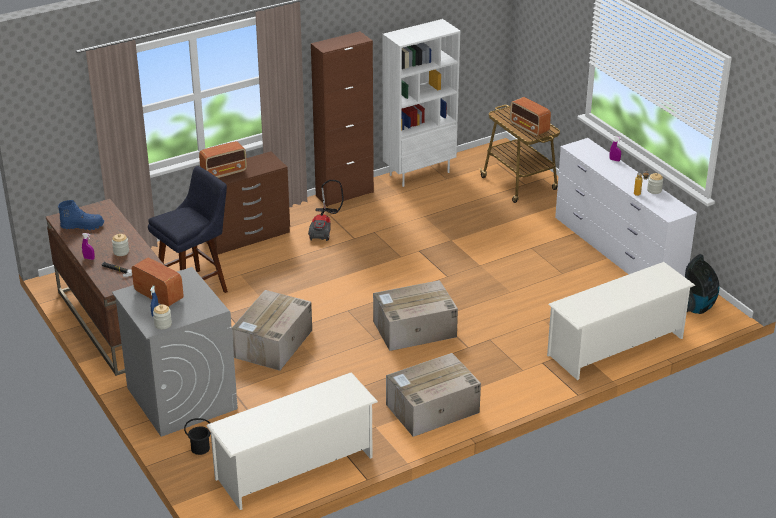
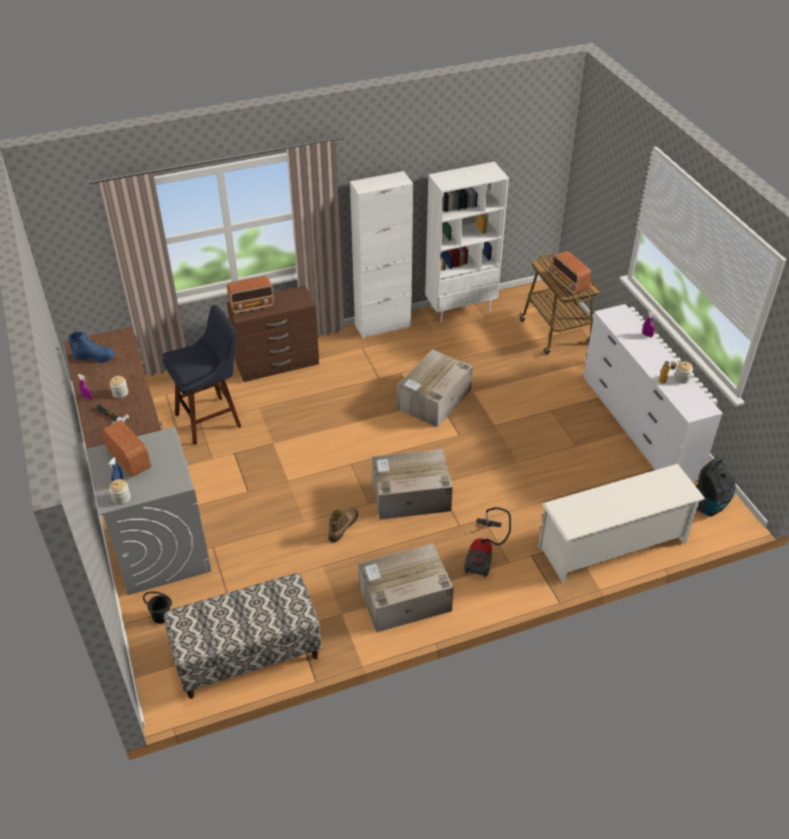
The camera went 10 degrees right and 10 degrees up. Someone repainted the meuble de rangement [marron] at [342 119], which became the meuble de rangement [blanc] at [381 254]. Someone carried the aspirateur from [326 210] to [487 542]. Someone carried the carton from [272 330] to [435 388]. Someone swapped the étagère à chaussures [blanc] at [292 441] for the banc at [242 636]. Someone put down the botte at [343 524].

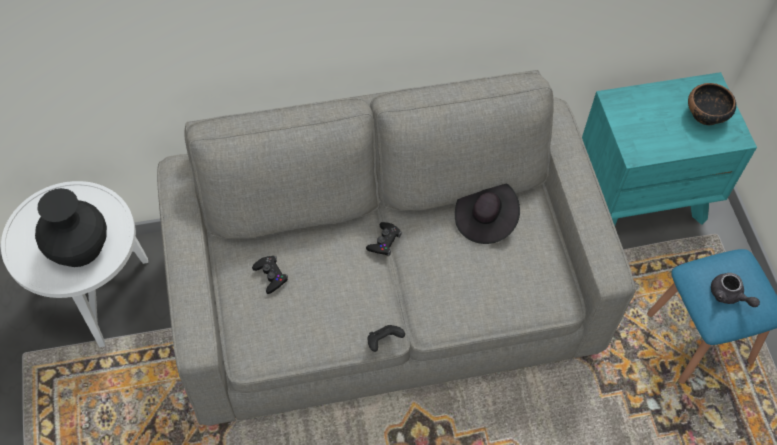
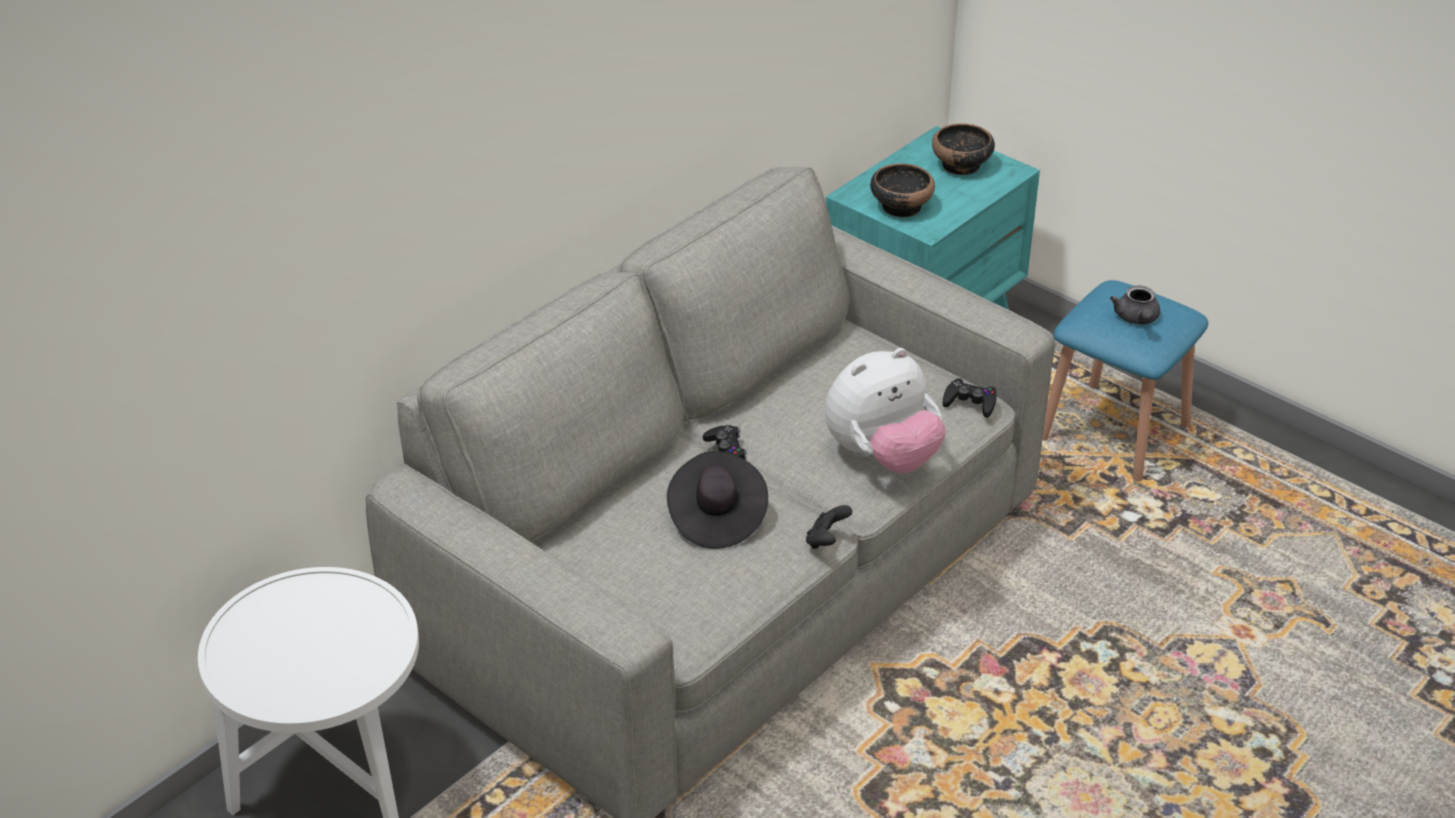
The camera went 35 degrees left and 20 degrees down. Someone carried the chapeau [noir] from [487 213] to [717 500]. Someone took away the vase [noir] at [71 227]. Someone carried the manette [noir] from [270 275] to [970 398]. Someone rotated the théière [gris] at [735 290] by 75 degrees clockwise. Someone put down the bol at [902 190]. Someone put down the peluche at [885 410].

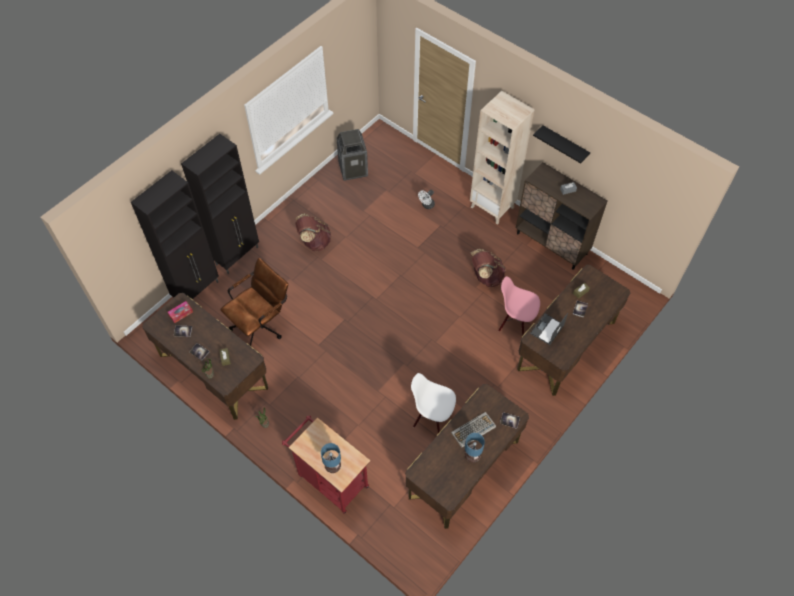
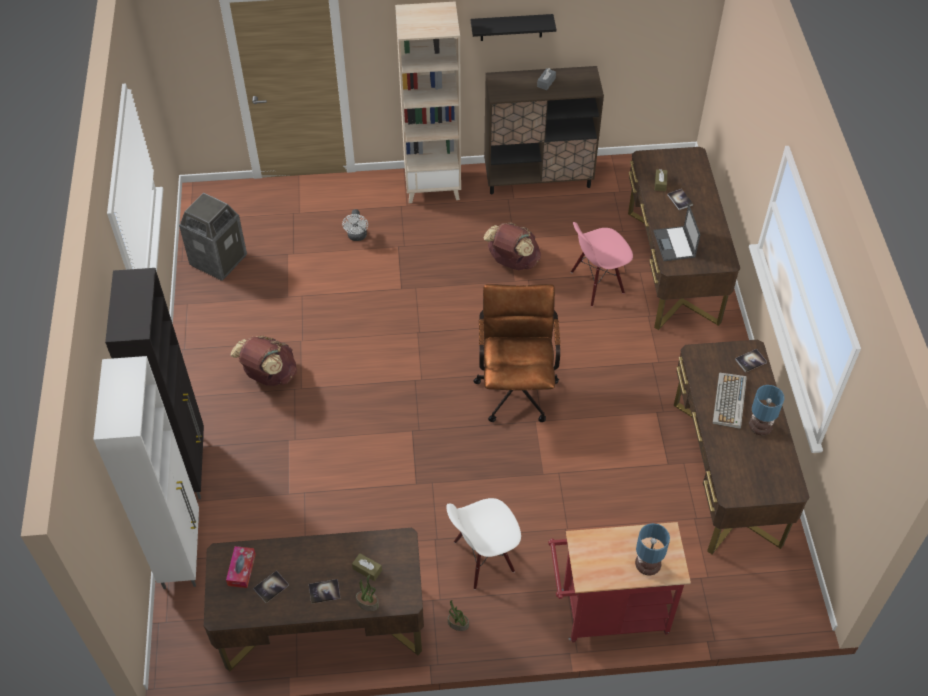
The camera went 45 degrees left and 5 degrees down. Someone repainted the meuble de rangement [noir] at [175 234], which became the meuble de rangement [blanc] at [146 472]. Someone carried the chaise de bureau [marron] from [254 302] to [516 353]. Someone carried the chaise [blanc] from [433 403] to [483 543].

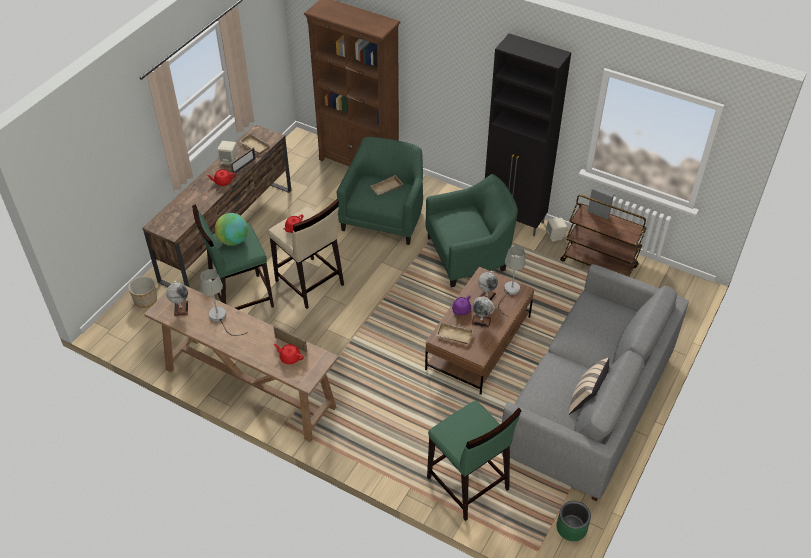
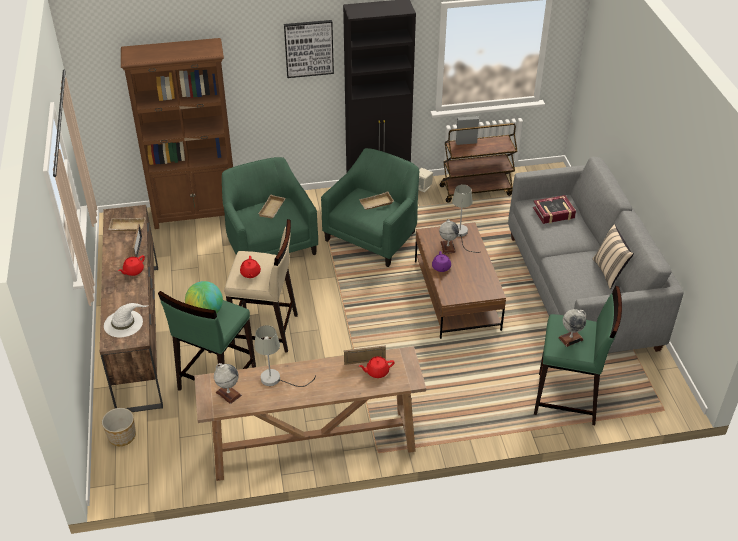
The camera went 40 degrees left and 5 degrees down. Someone took away the enceinte [beige] at [227 153]. Someone carried the globe from [483 311] to [572 328]. Someone carried the plateau [beige] from [454 333] to [376 200]. Someone took away the cache-pot [vert] at [574 521]. Someone put up the tableau at [309 49]. Someone put down the livre at [554 209]. Someone put down the chapeau [blanc] at [126 320].

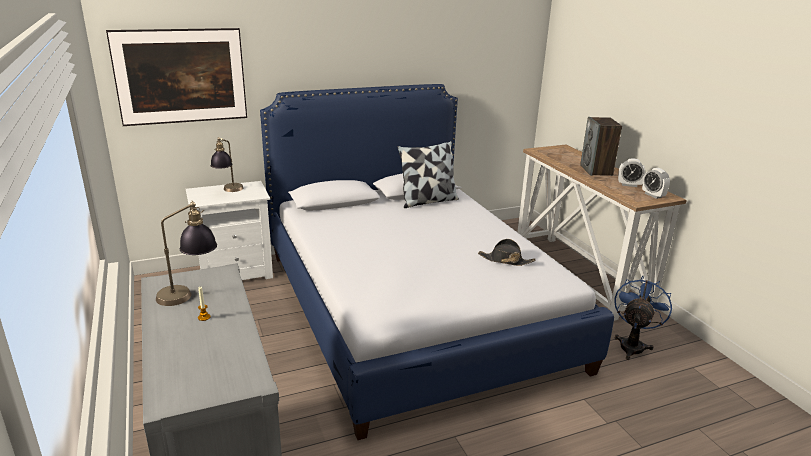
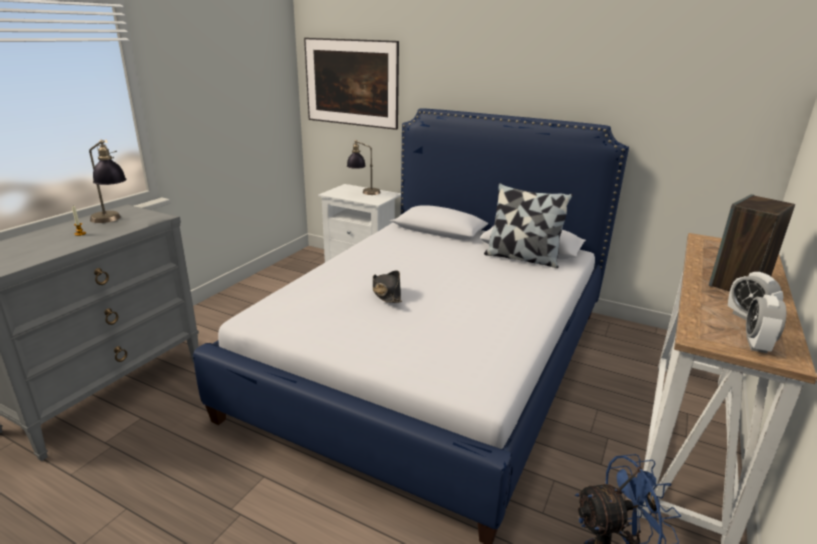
The camera went 50 degrees right and 0 degrees up. Someone carried the chapeau [noir] from [506 252] to [387 286].

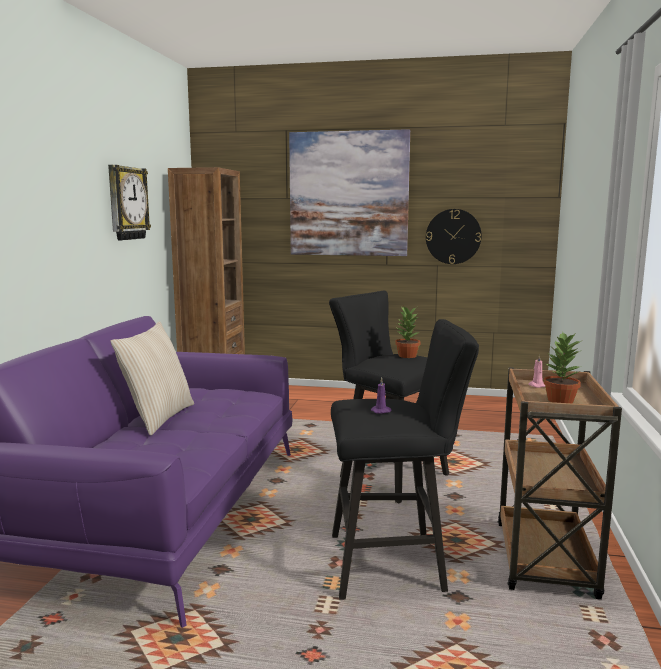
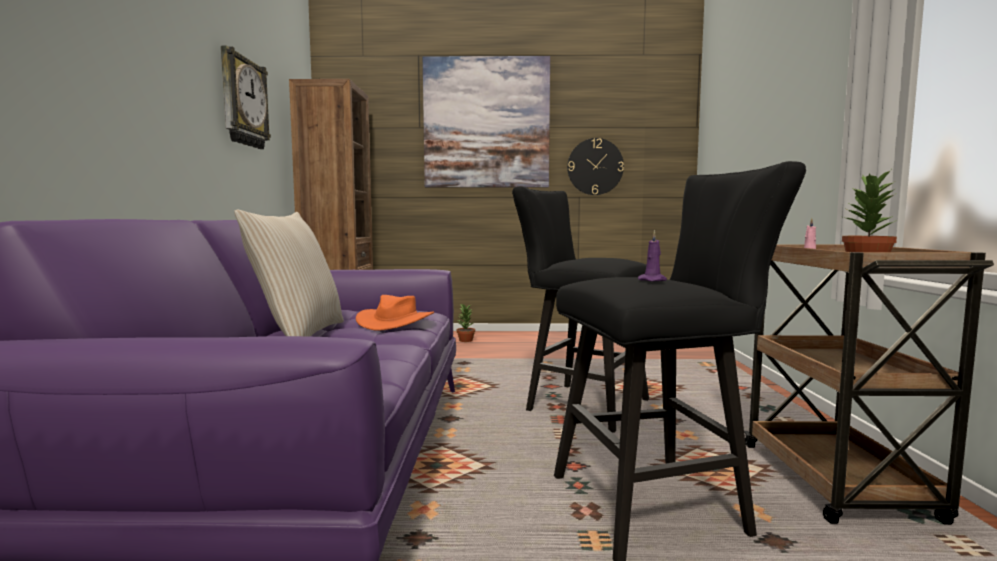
The camera went 10 degrees left and 5 degrees down. Someone carried the plante en pot from [408 332] to [466 323]. Someone put down the chapeau [orange] at [395 313].

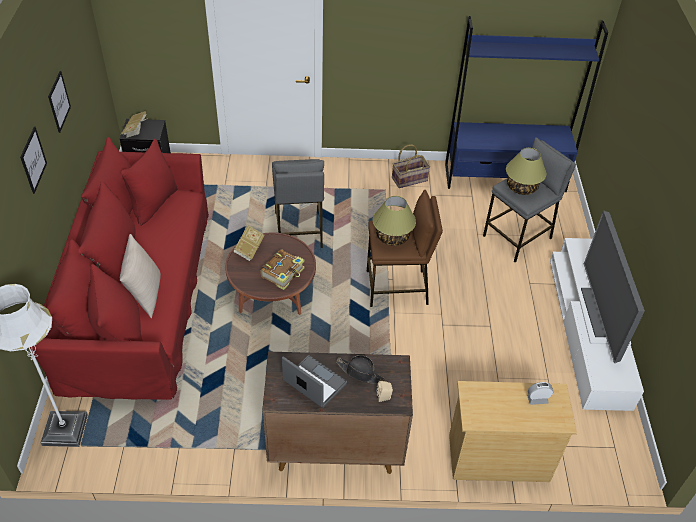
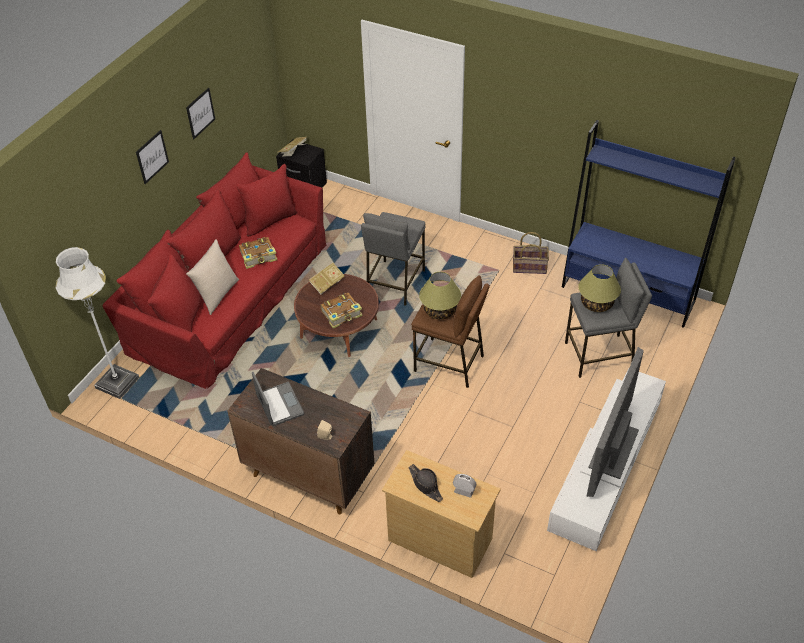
The camera went 30 degrees right and 0 degrees up. Someone carried the chapeau [noir] from [361 369] to [425 483]. Someone put down the livre at [258 253].

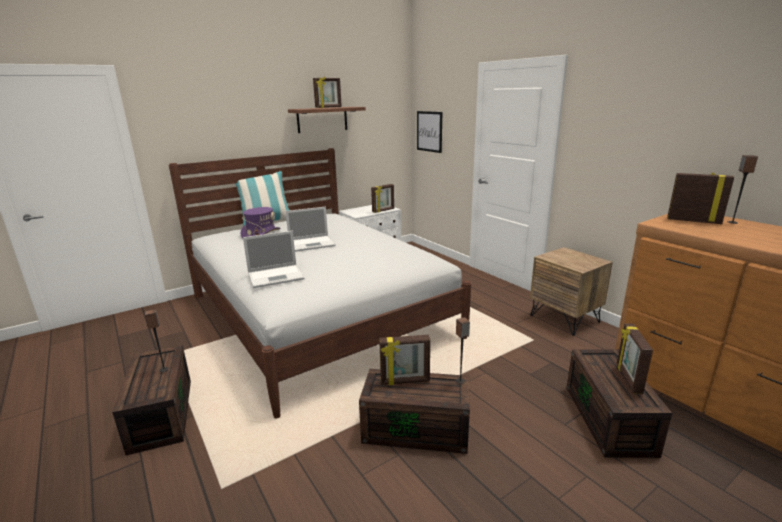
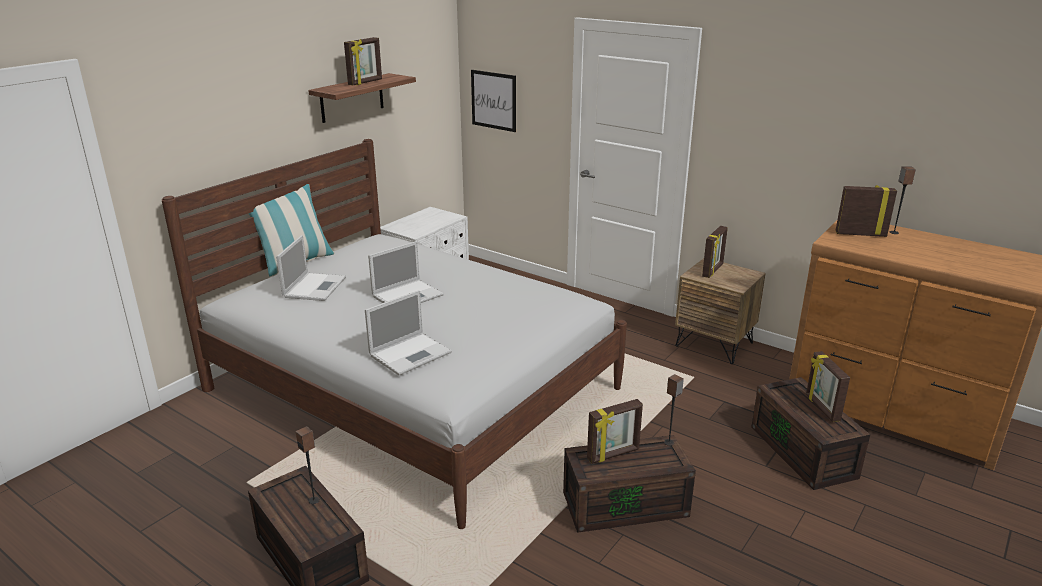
The camera went 20 degrees left and 5 degrees up. Someone carried the cadre photo from [382 198] to [715 252]. Someone swapped the chapeau [violet] at [260 222] for the ordinateur portable at [311 268].

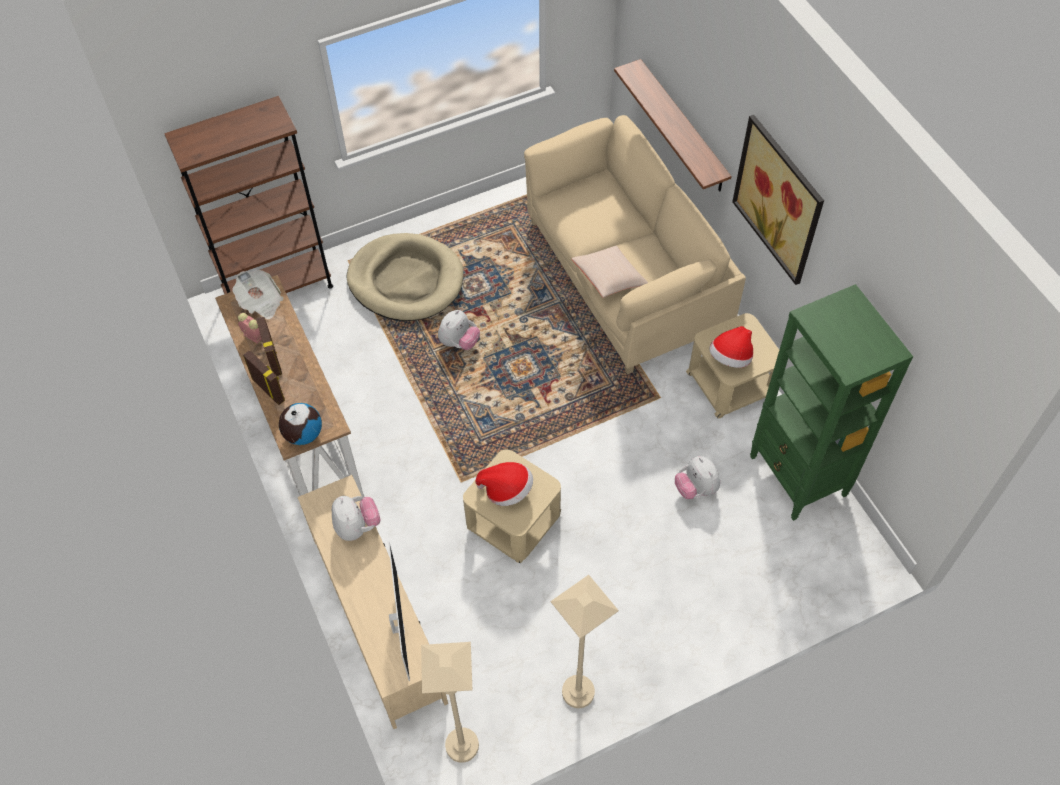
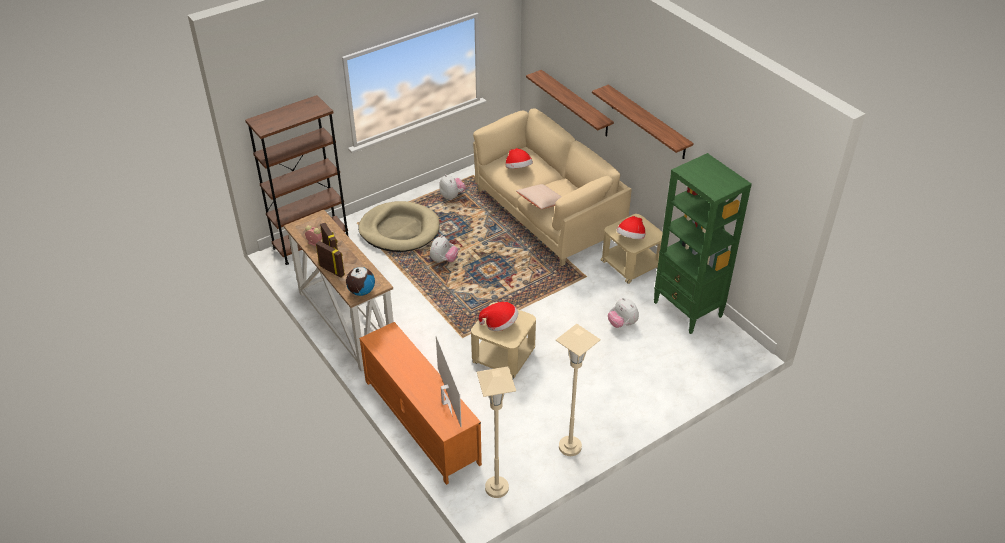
The camera went 10 degrees left and 15 degrees down. Someone swapped the tableau at [778 200] for the étagère at [643 121]. Someone took away the journal at [258 294]. Someone repainted the meuble télé [beige] at [372 602], which became the meuble télé [orange] at [420 403]. Someone carried the peluche from [356 518] to [452 187]. Someone put down the chapeau at [519 158].

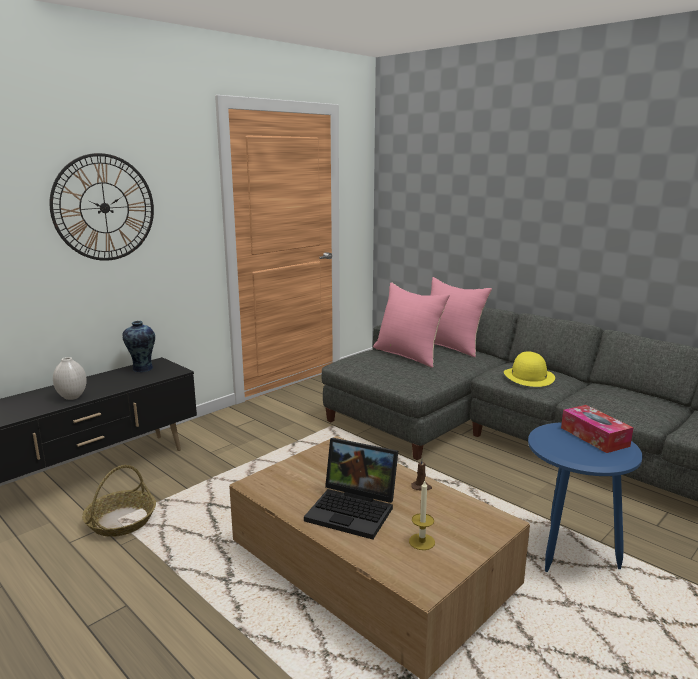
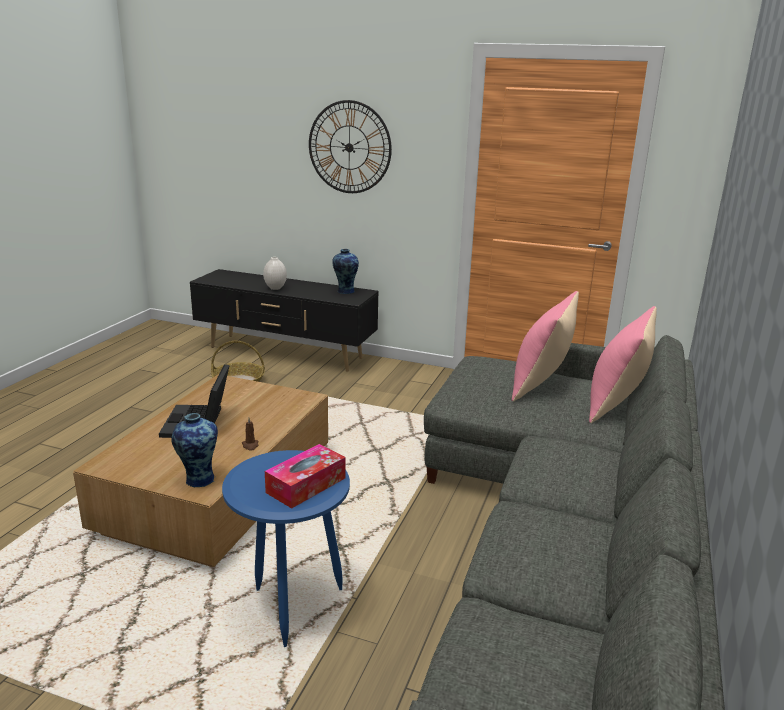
The camera went 65 degrees right and 5 degrees up. Someone took away the chapeau [jaune] at [529 369]. Someone took away the bougie at [422 515]. Someone put down the vase at [194 450].

